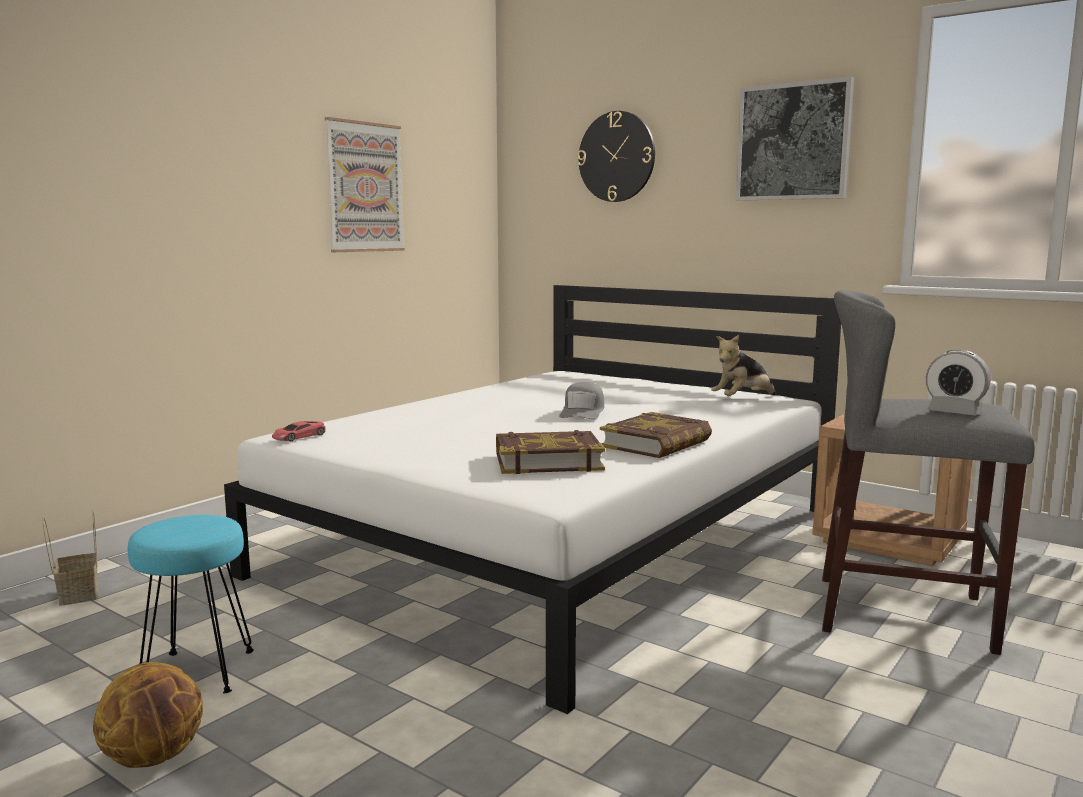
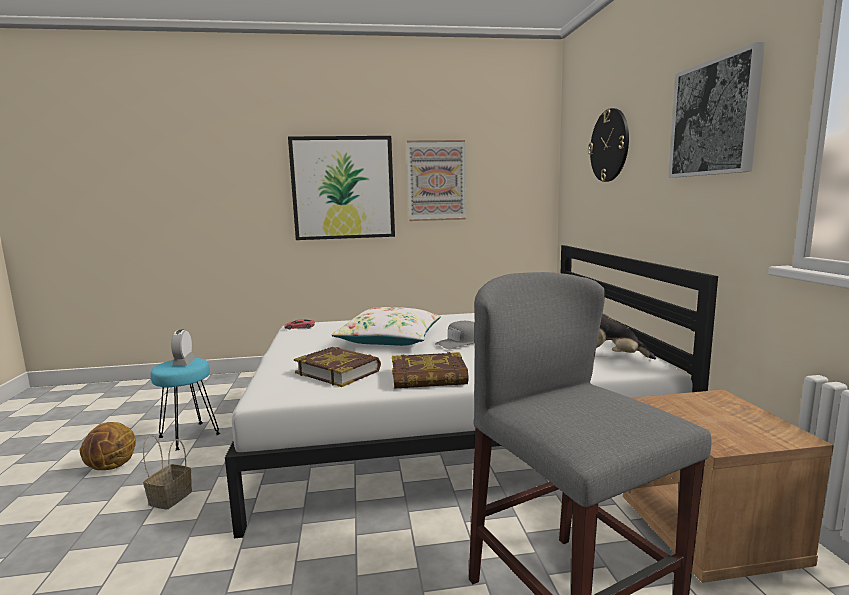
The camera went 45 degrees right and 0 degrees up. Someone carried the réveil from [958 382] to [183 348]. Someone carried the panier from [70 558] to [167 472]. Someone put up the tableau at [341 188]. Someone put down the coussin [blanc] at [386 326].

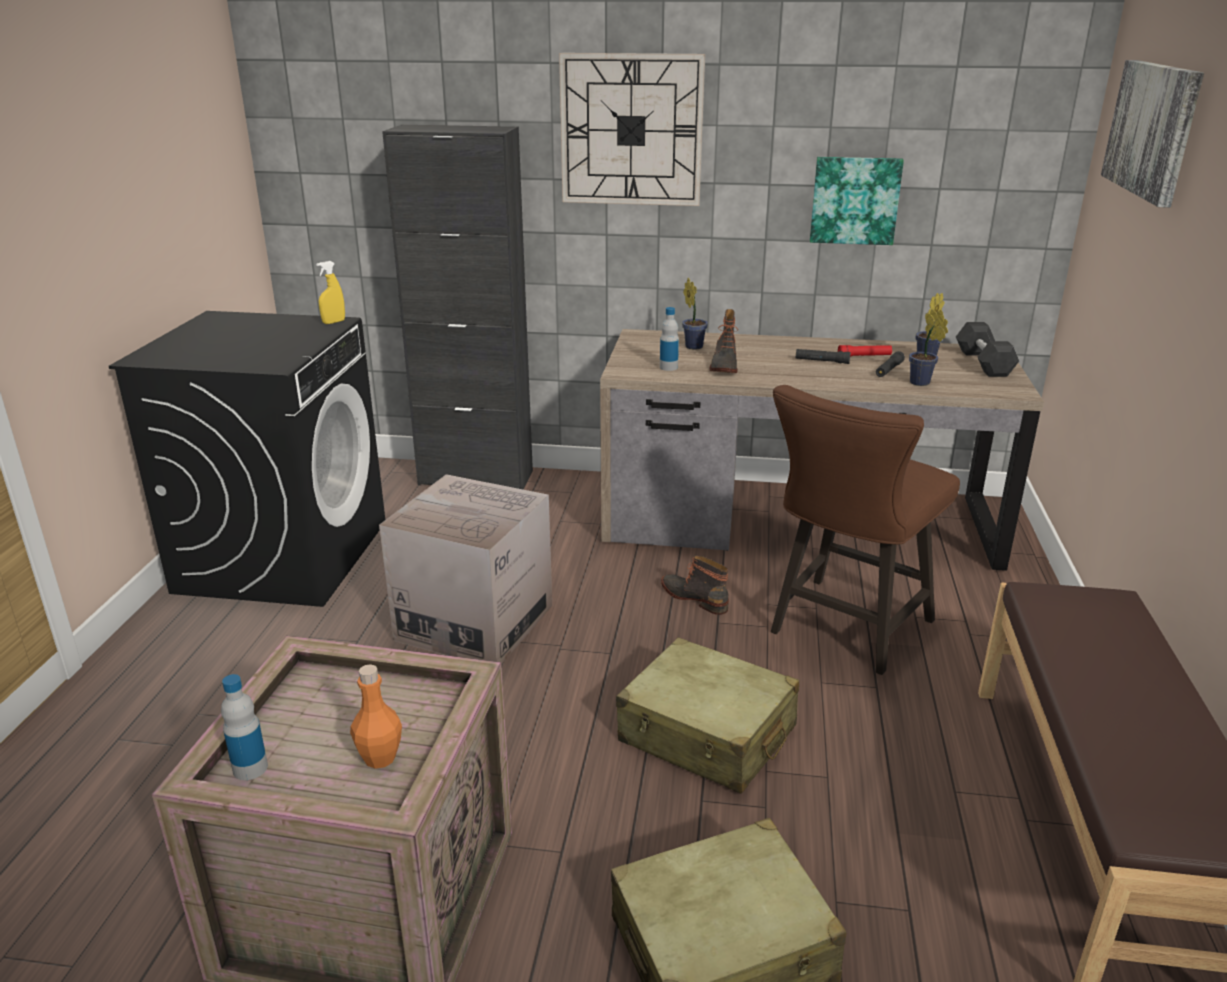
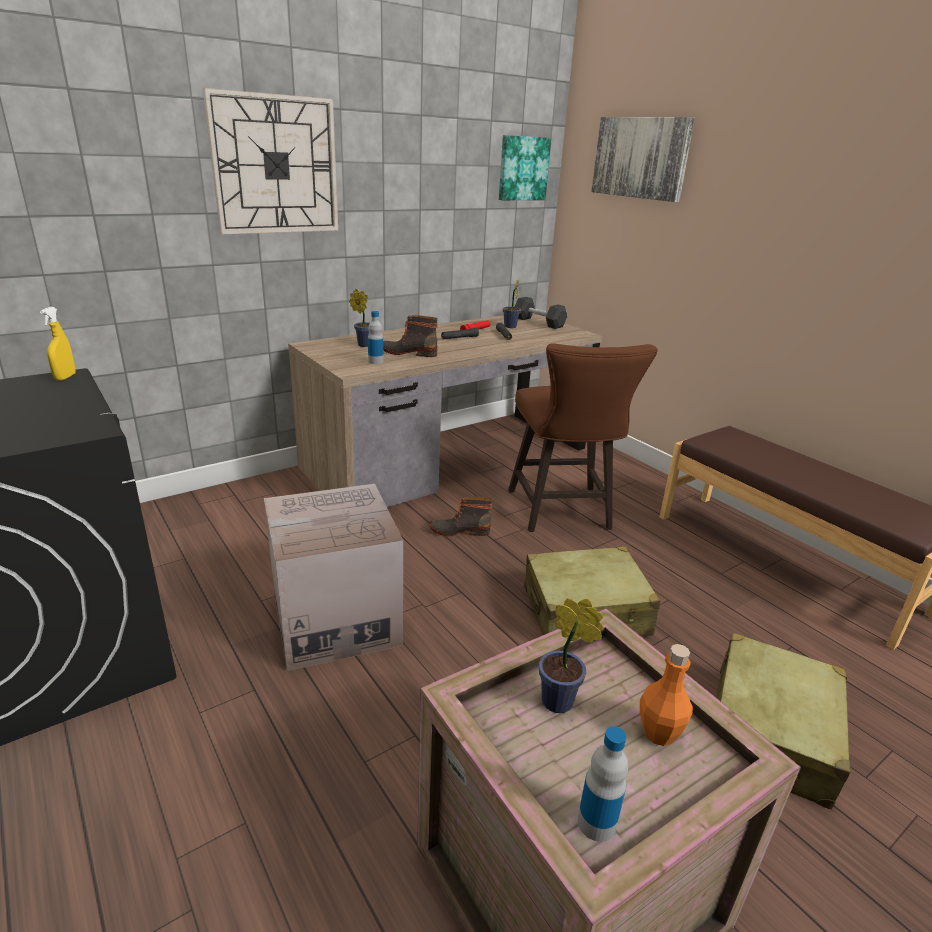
The camera went 45 degrees left and 0 degrees up. Someone took away the meuble de rangement [noir] at [457 307]. Someone carried the tableau from [857 201] to [525 167]. Someone rotated the botte at [724 341] by 135 degrees clockwise. Someone carried the plante en pot from [928 348] to [571 655].

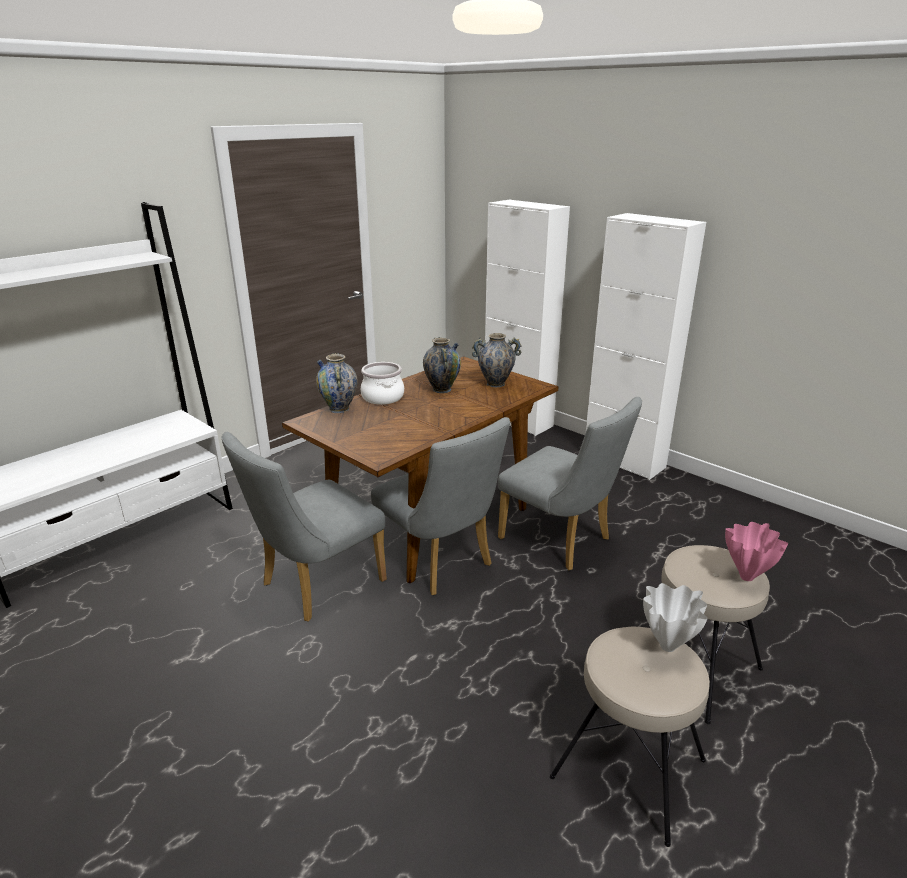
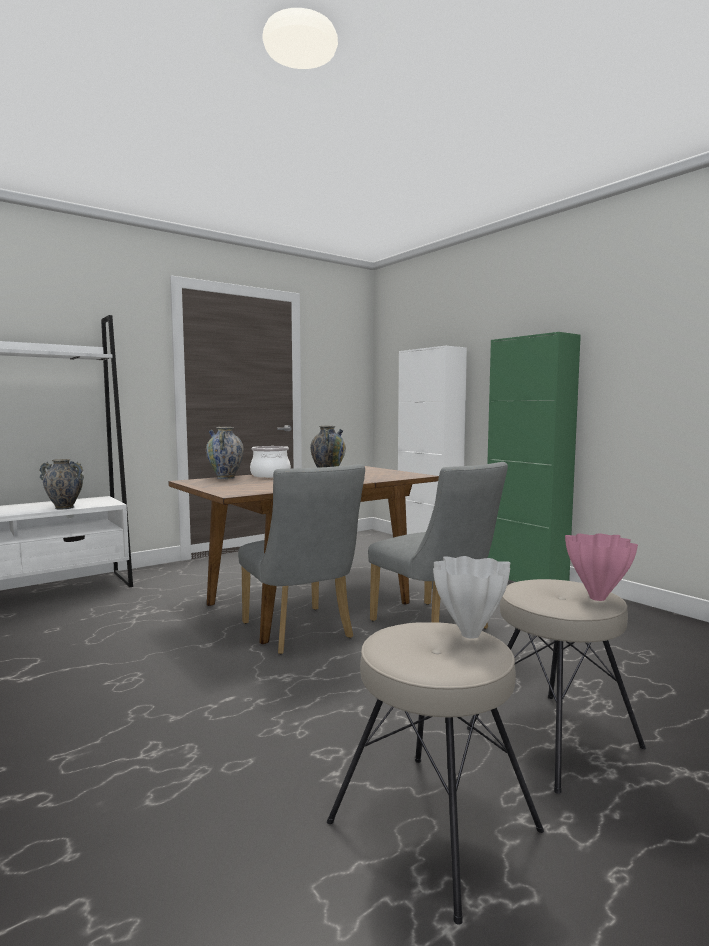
The camera went 10 degrees right and 20 degrees down. Someone repainted the meuble de rangement [blanc] at [646 346], which became the meuble de rangement [vert] at [534 457]. Someone carried the vase from [496 360] to [62 484]. Someone took away the chaise [gris] at [304 527].

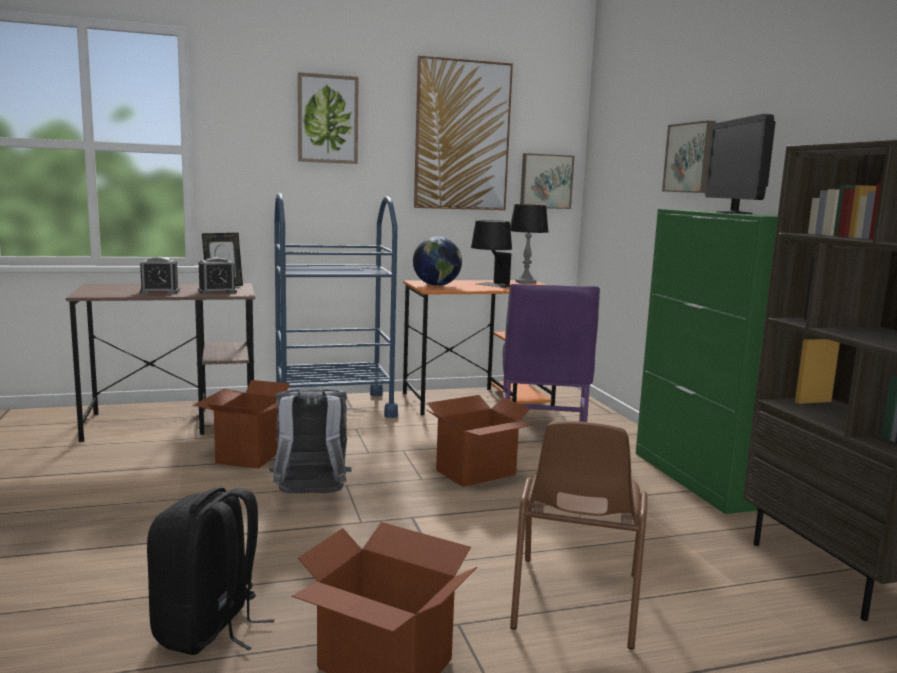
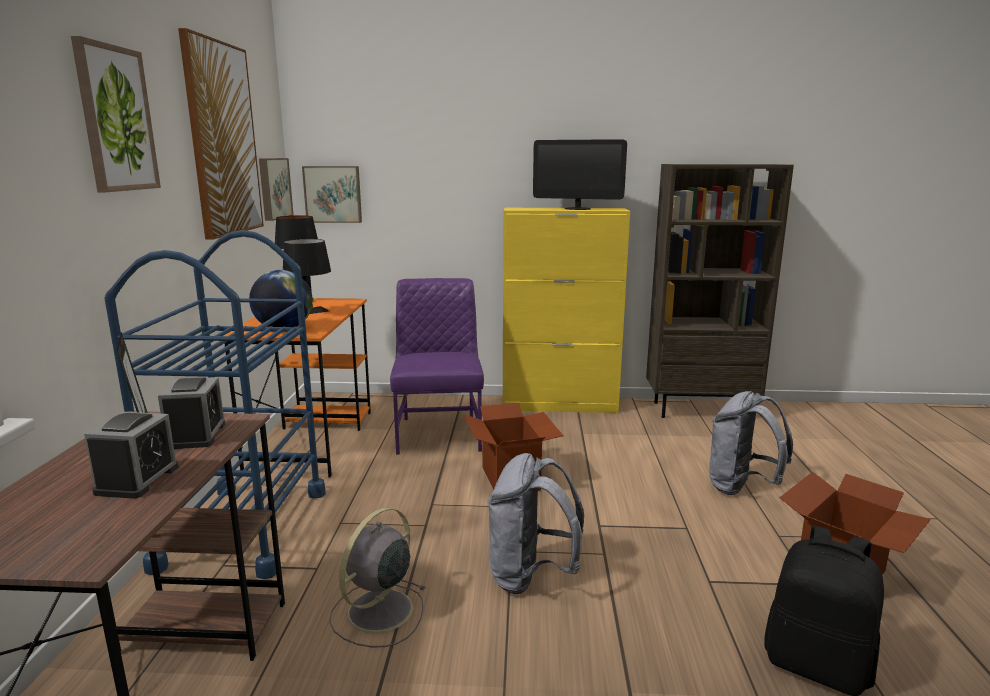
The camera went 70 degrees left and 5 degrees up. Someone carried the tableau from [689 156] to [332 194]. Someone repainted the meuble de rangement [vert] at [707 361], which became the meuble de rangement [jaune] at [566 310]. Someone rotated the chaise [violet] at [551 353] by 120 degrees counterclockwise. Someone swapped the carton at [241 424] for the ventilateur [gris] at [377 577]. Someone swapped the chaise [marron] at [579 535] for the sac à dos [gris] at [751 443].

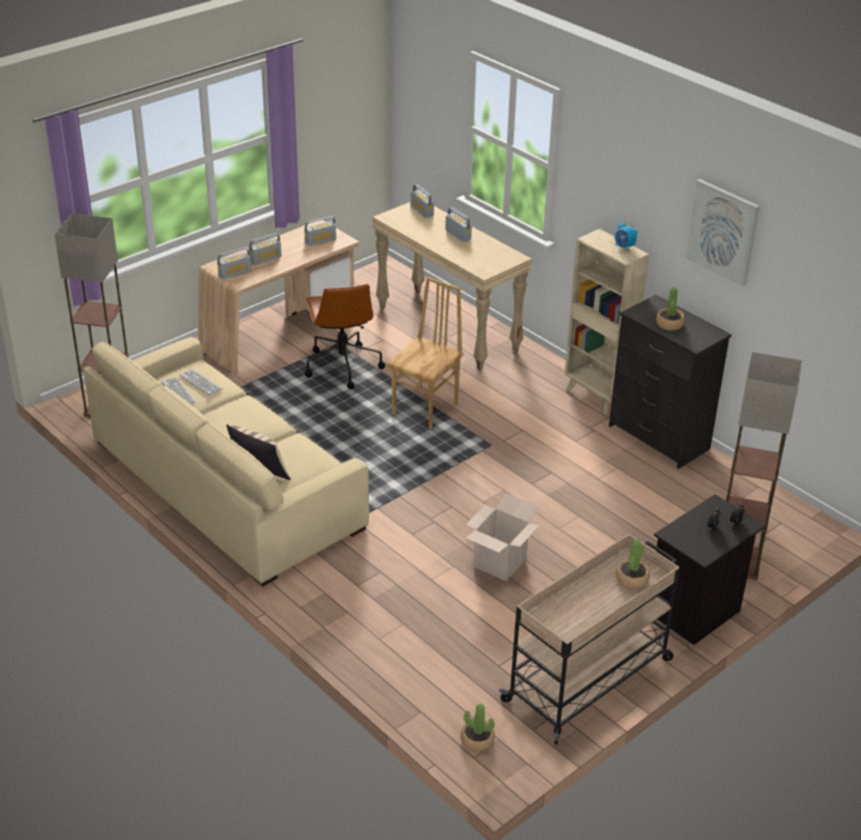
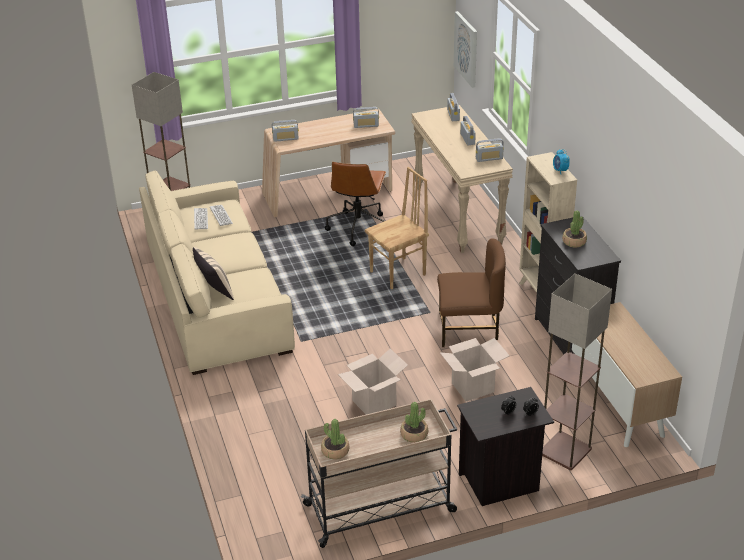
The camera went 25 degrees right and 0 degrees up. Someone carried the tableau from [722 232] to [465 49]. Someone carried the radio from [265 249] to [490 150]. Someone carried the plante en pot from [478 727] to [335 439]. Someone put down the chaise [marron] at [471 293]. Someone put down the meuble de rangement at [627 374]. Someone put down the carton at [475 369].

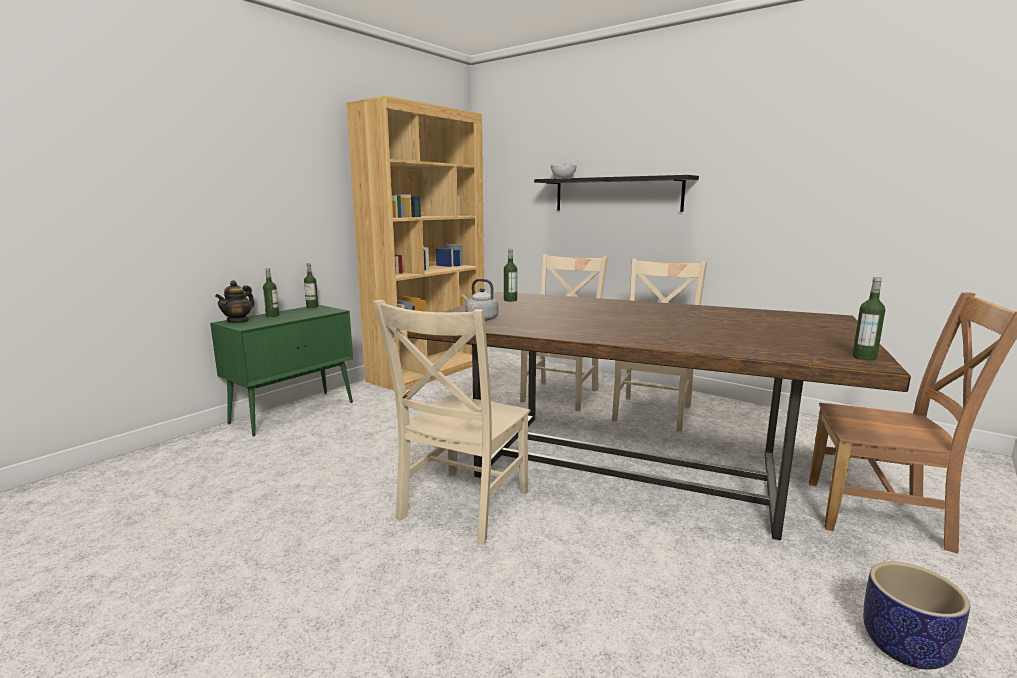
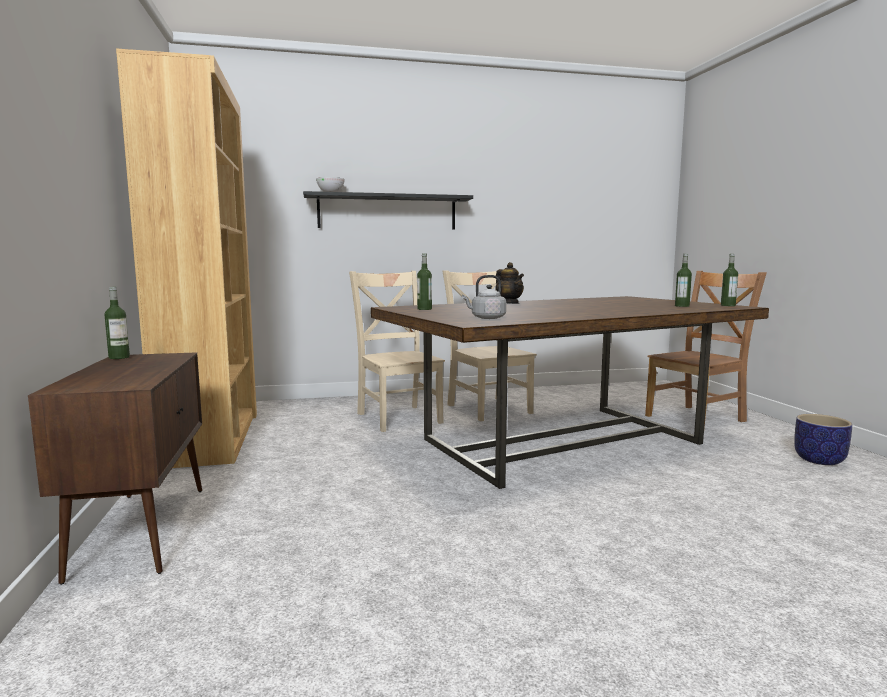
The camera went 50 degrees left and 5 degrees down. Someone carried the bouteille from [271 292] to [683 280]. Someone carried the théière from [235 301] to [509 283]. Someone took away the chaise [beige] at [452 422]. Someone repainted the meuble de rangement [vert] at [281 371], which became the meuble de rangement [marron] at [115 468].

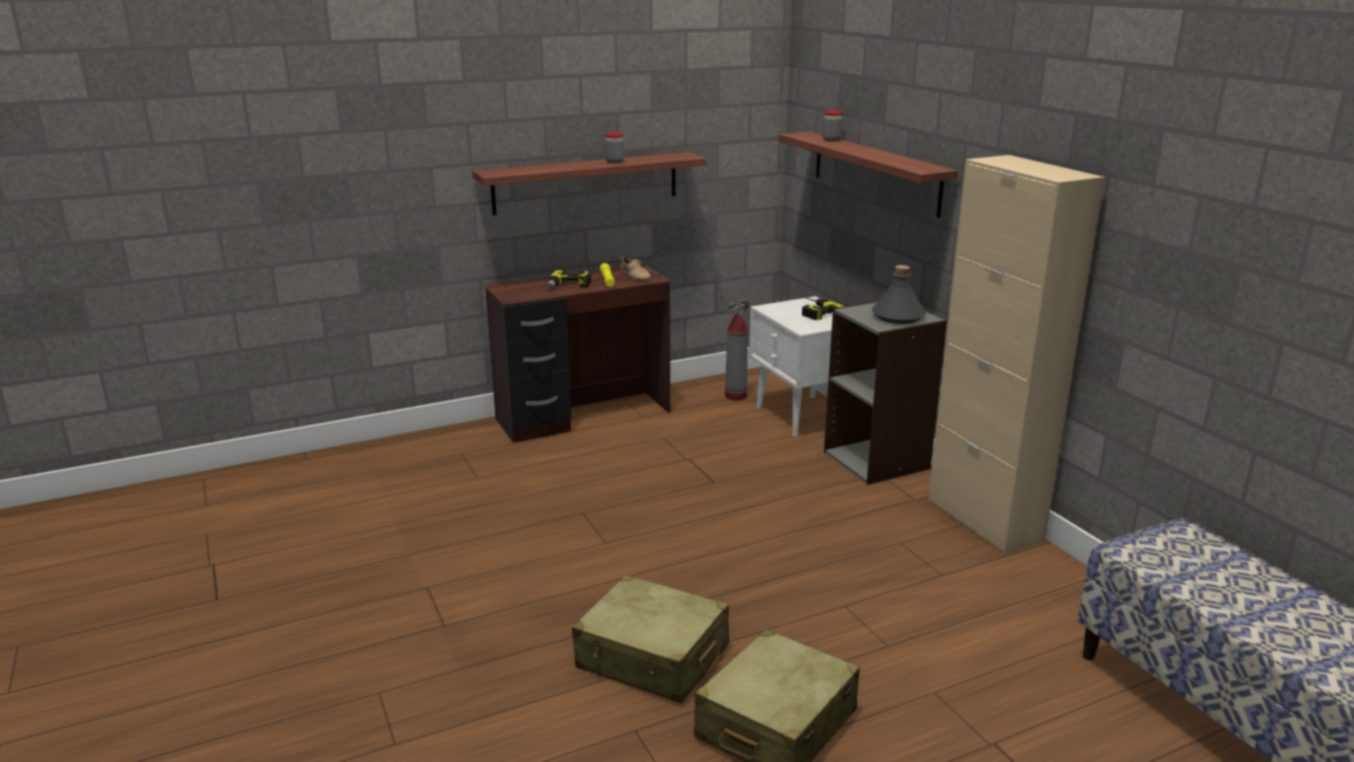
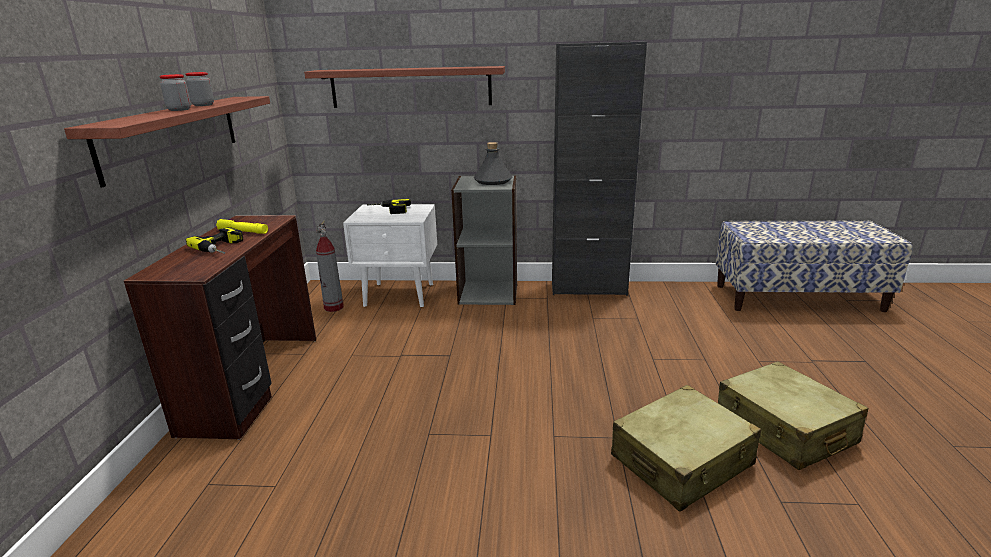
The camera went 60 degrees left and 0 degrees up. Someone carried the bocal from [832 126] to [175 92]. Someone repainted the meuble de rangement [beige] at [1016 354], which became the meuble de rangement [noir] at [599 169]. Someone took away the chaussure [beige] at [635 268].

